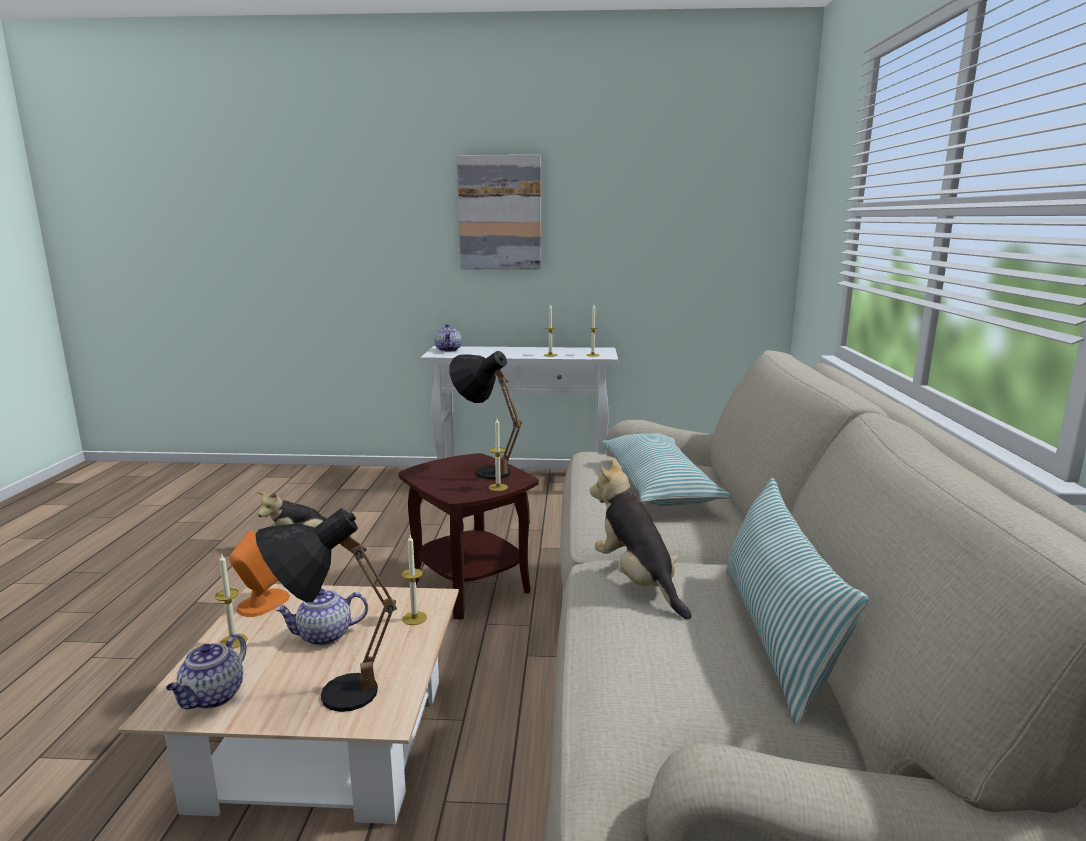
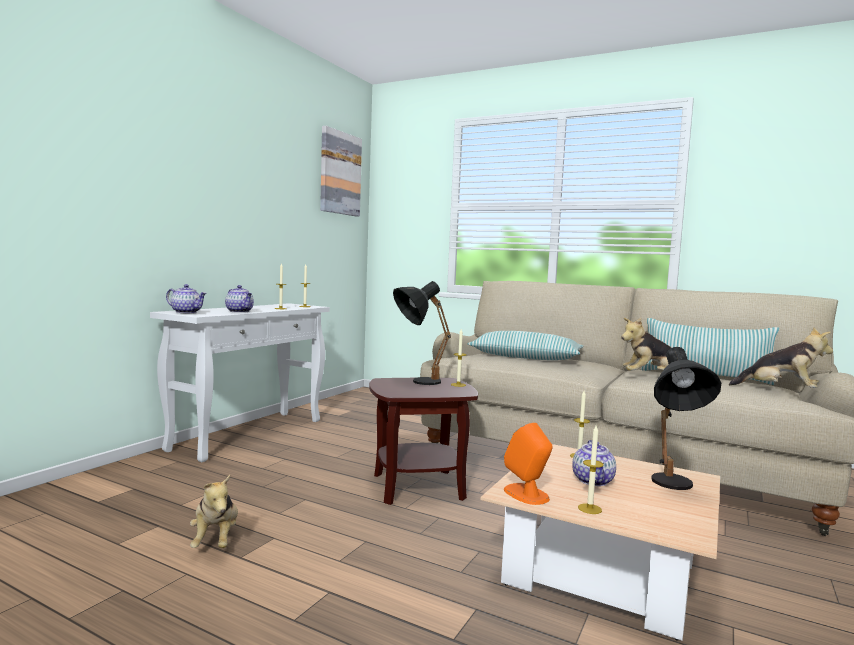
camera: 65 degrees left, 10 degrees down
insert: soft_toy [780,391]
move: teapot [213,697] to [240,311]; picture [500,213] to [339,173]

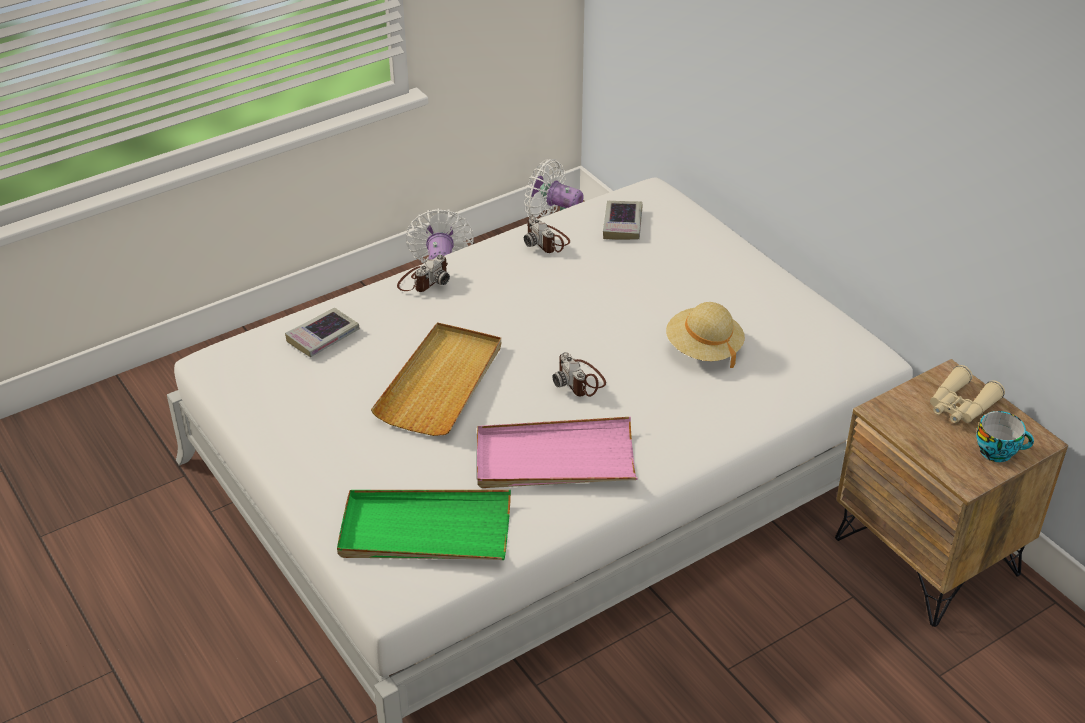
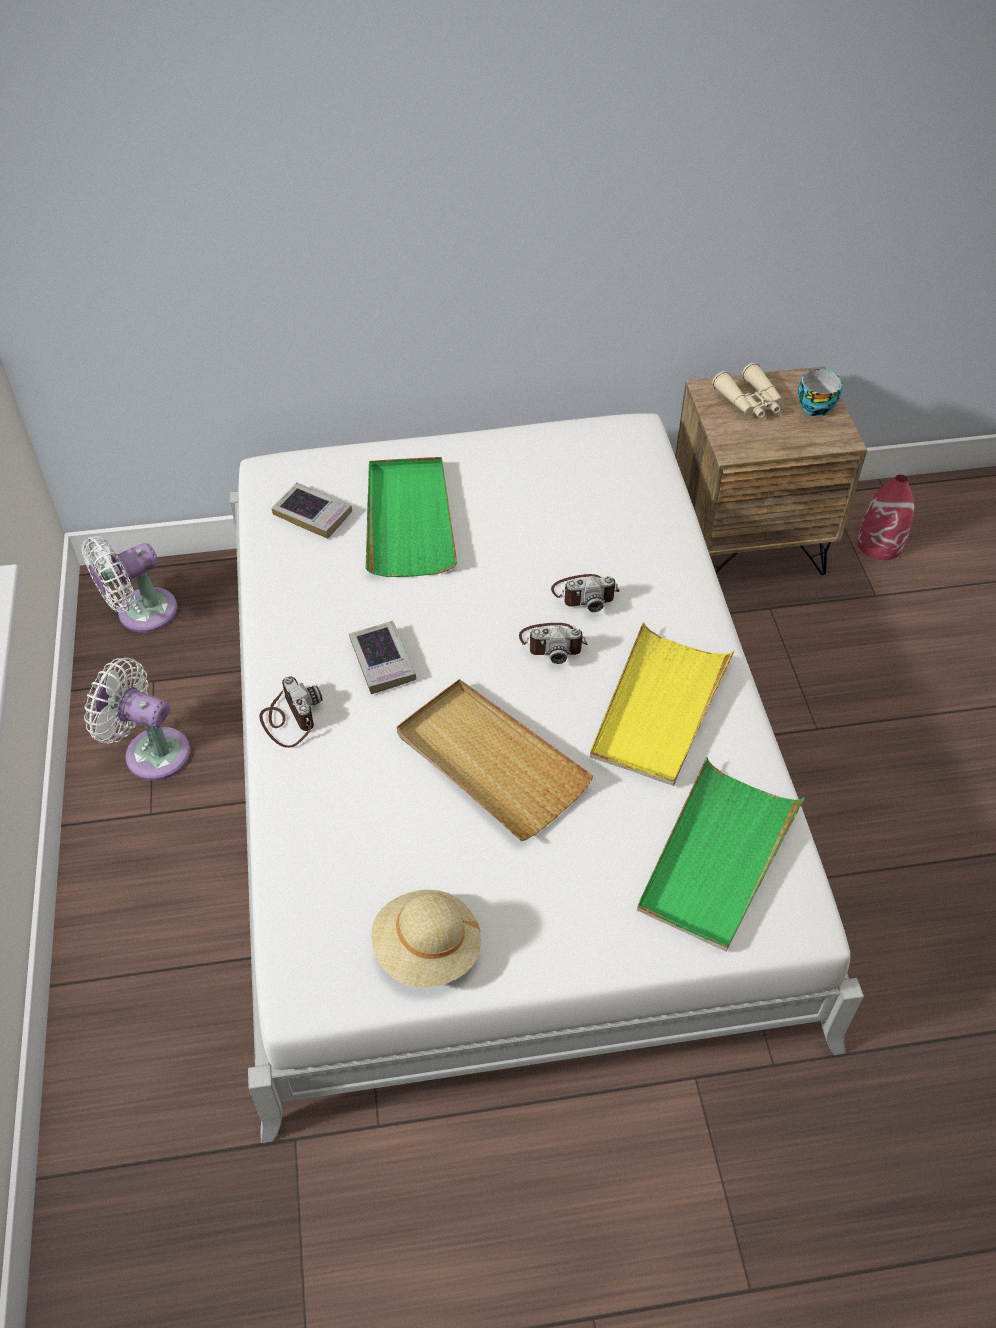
camera: 65 degrees left, 10 degrees up
insert: green_serving_tray [409,520]; red-coloured_decorative_vase [880,544]
move: volume [323,337] to [382,661]; photo_camera [547,241] to [585,593]; sand-coloured_hat [703,349] to [427,950]
recolor: pink_serving_tray [555,459] to yellowish_serving_tray [659,708]

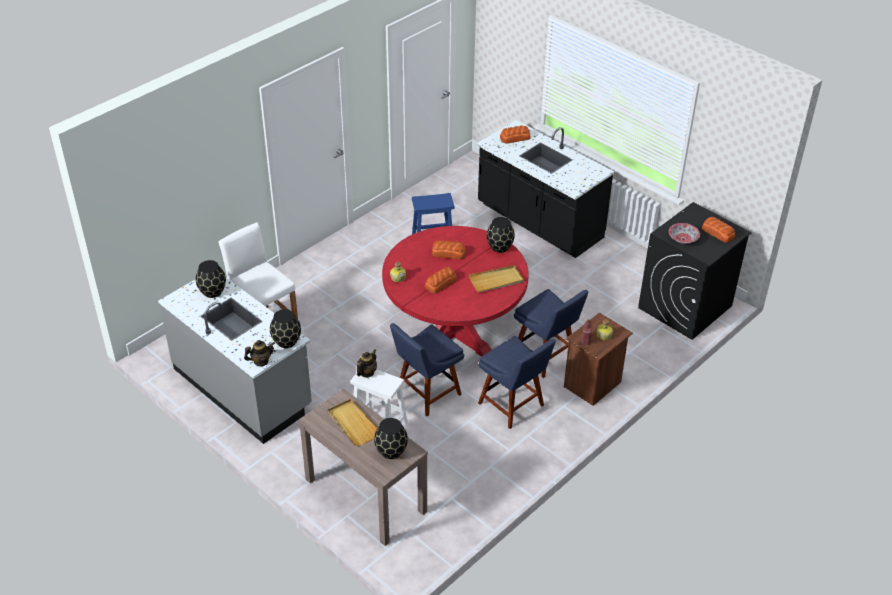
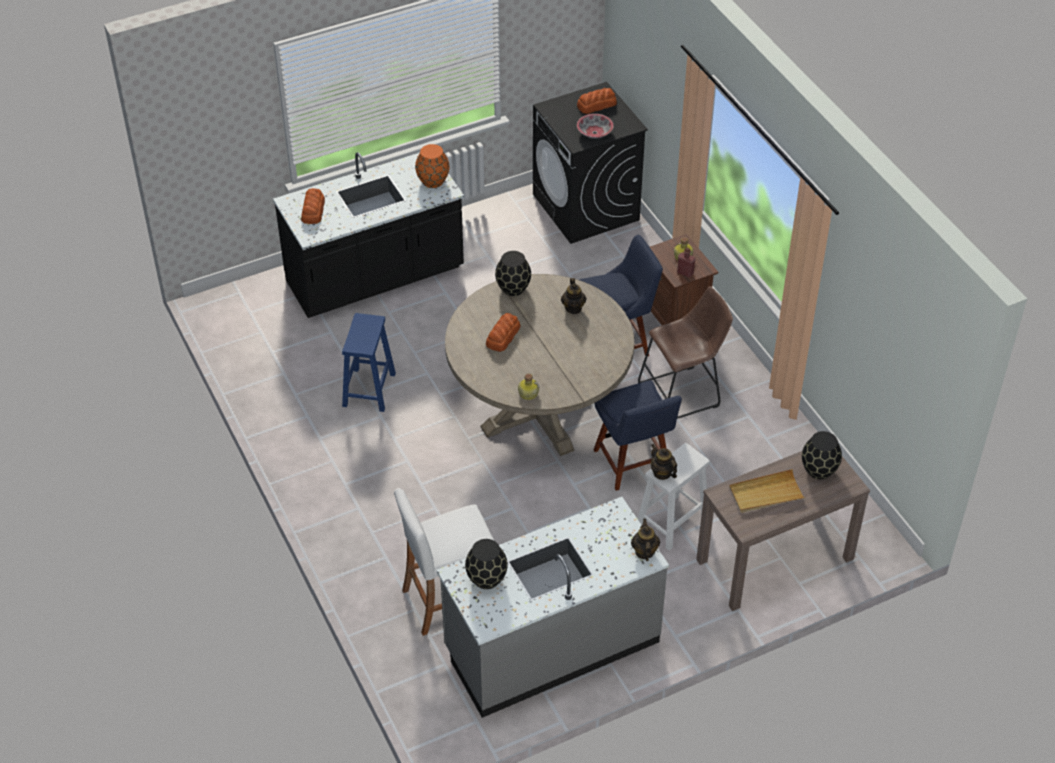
camera: 70 degrees left, 5 degrees up
delete: blackish_decorative_vase [286,341]; baked_bread [441,283]
insert: orange-coloured_decorative_vase [433,181]
replace: sand-coloured_serving_tray [496,280] to teapot [573,308]; blue_chair [513,406] to brown-coloured_stool_seat [683,394]
recolor: red-coloured_kitchen_table [454,332] to sand-coloured_kitchen_table [539,411]

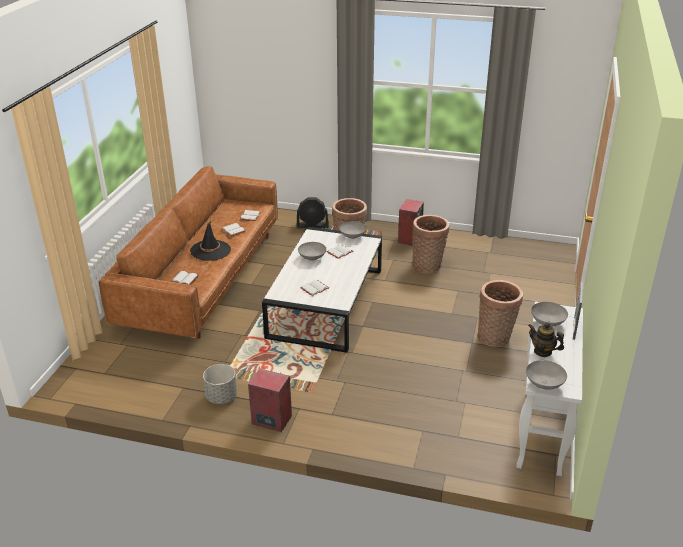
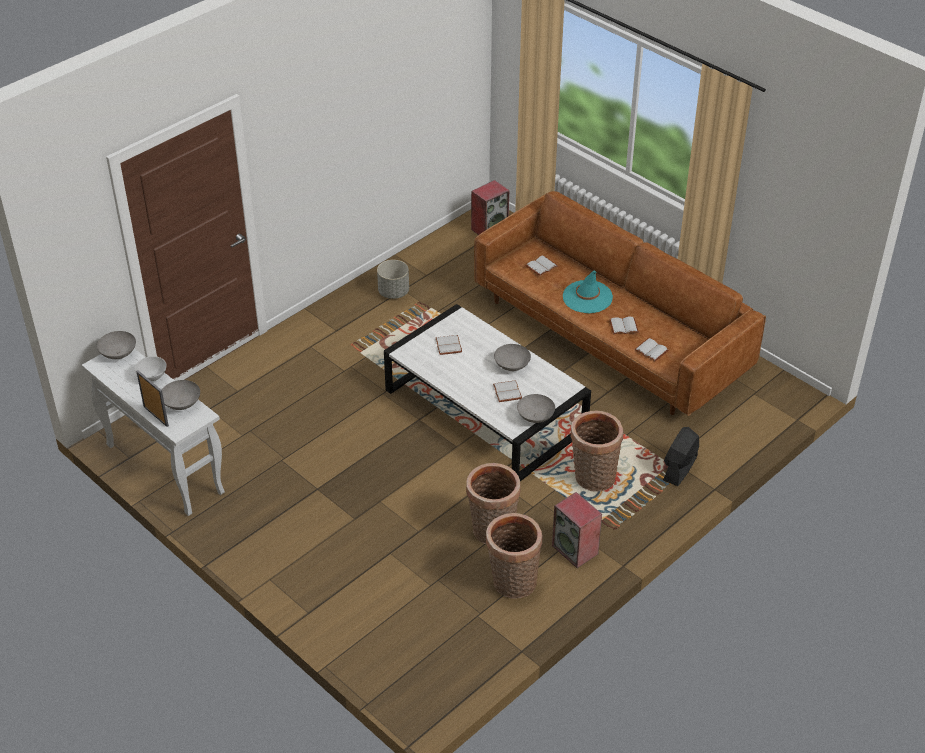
camera: 120 degrees right, 10 degrees up
move: speaker [271,420] to [489,229]; storage_basket [496,338] to [512,584]
replace: teapot [543,351] to white_bowl [152,377]
recolor: blackish_hat [210,250] to blue-green_hat [587,297]

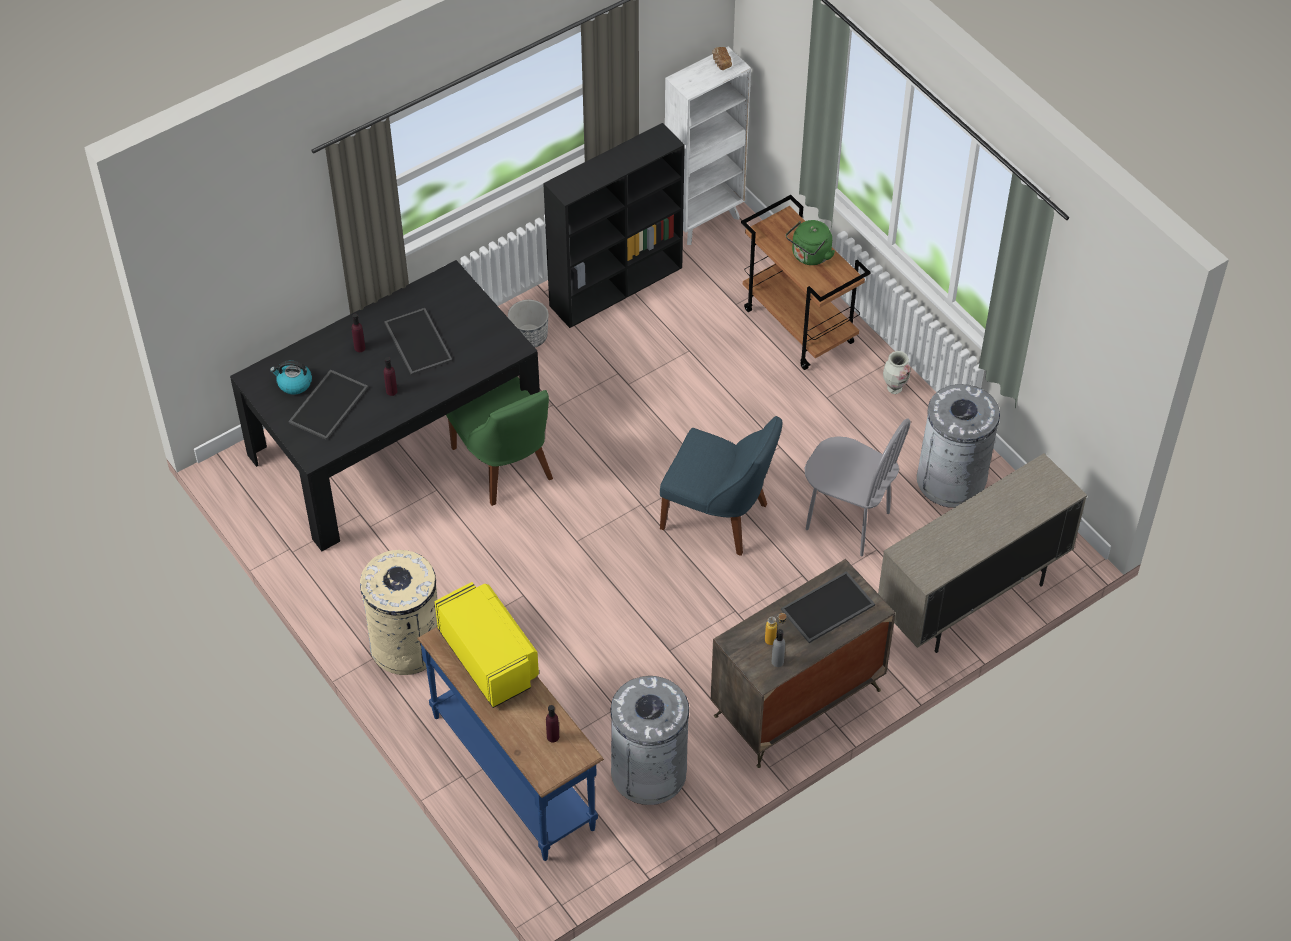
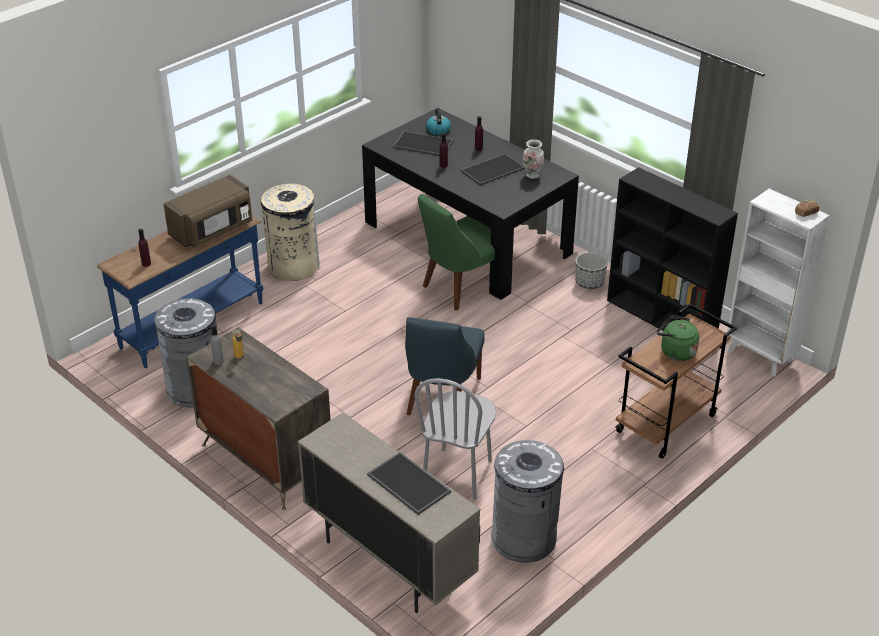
camera: 80 degrees right, 15 degrees down
move: serving_tray [828,609] to [407,483]; decorative_vase [894,388] to [532,176]
recolor: yellowish_microwave_oven [489,658] to brown-coloured_microwave_oven [213,230]

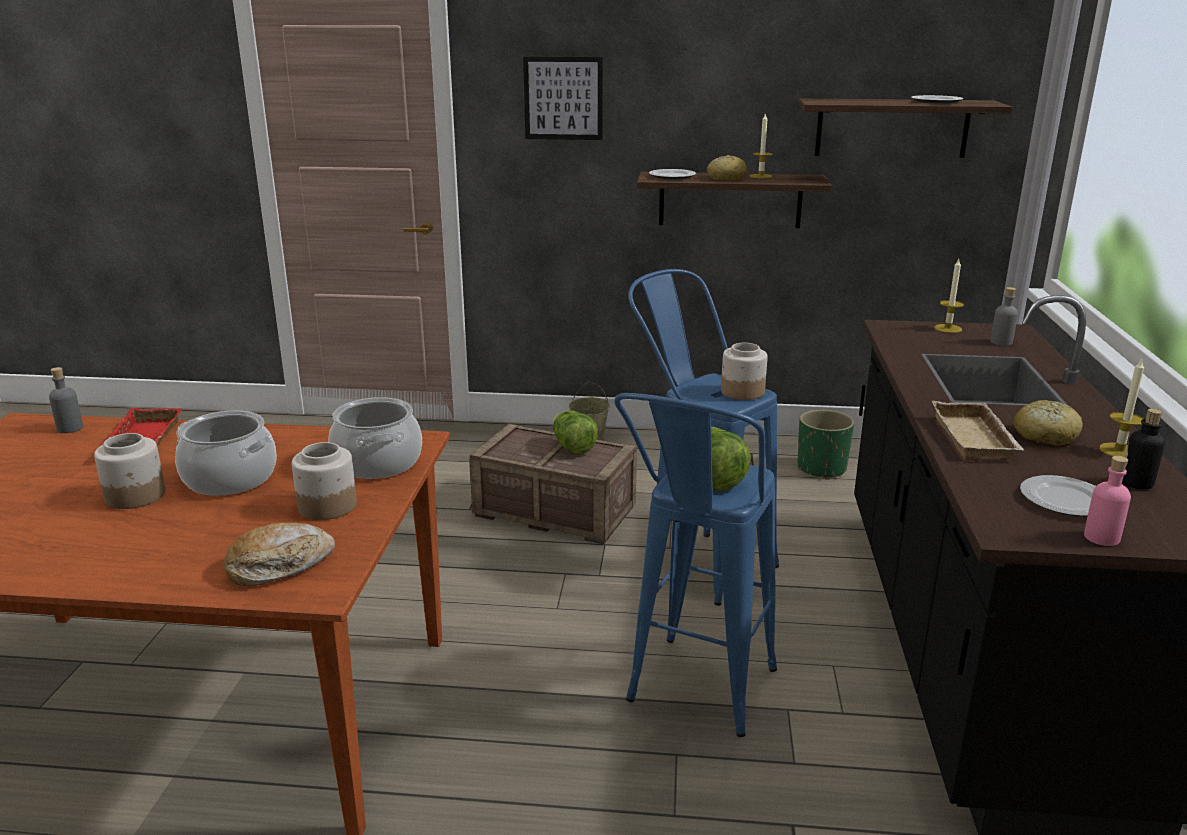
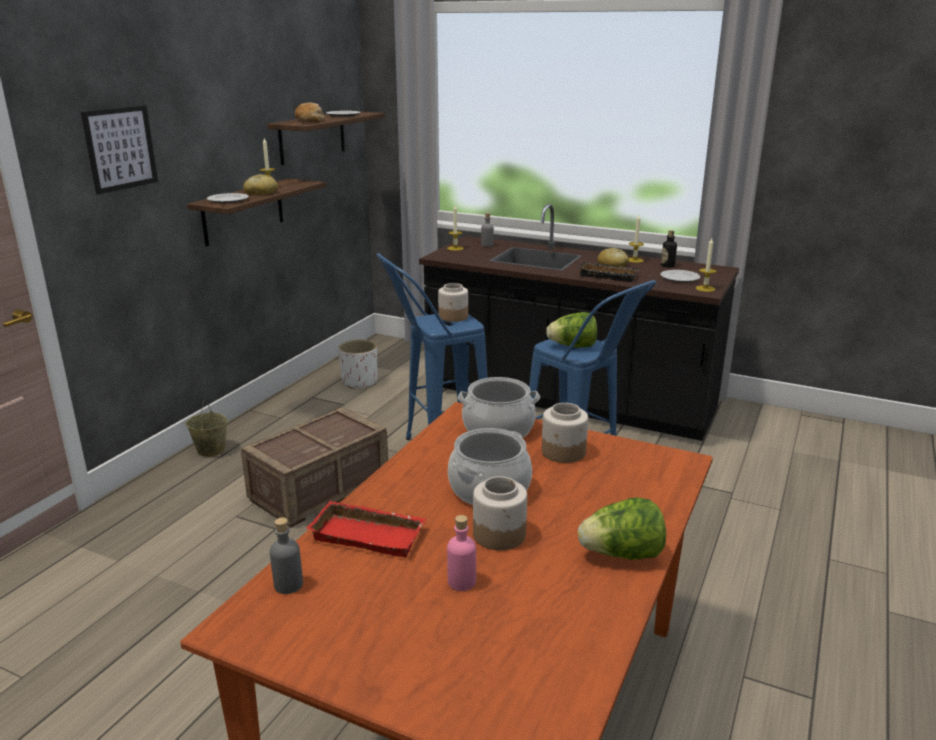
camera: 70 degrees left, 0 degrees up
insert: candle [705,288]
move: baked_bread [279,566] to [310,120]; head_of_lettuce [572,448] to [622,555]; pink_drink_bottle [1101,537] to [461,582]
recolor: green_plant_pot [822,469] to white_plant_pot [360,382]; sand-coloured_serving_tray [976,438] to blackish_serving_tray [609,275]

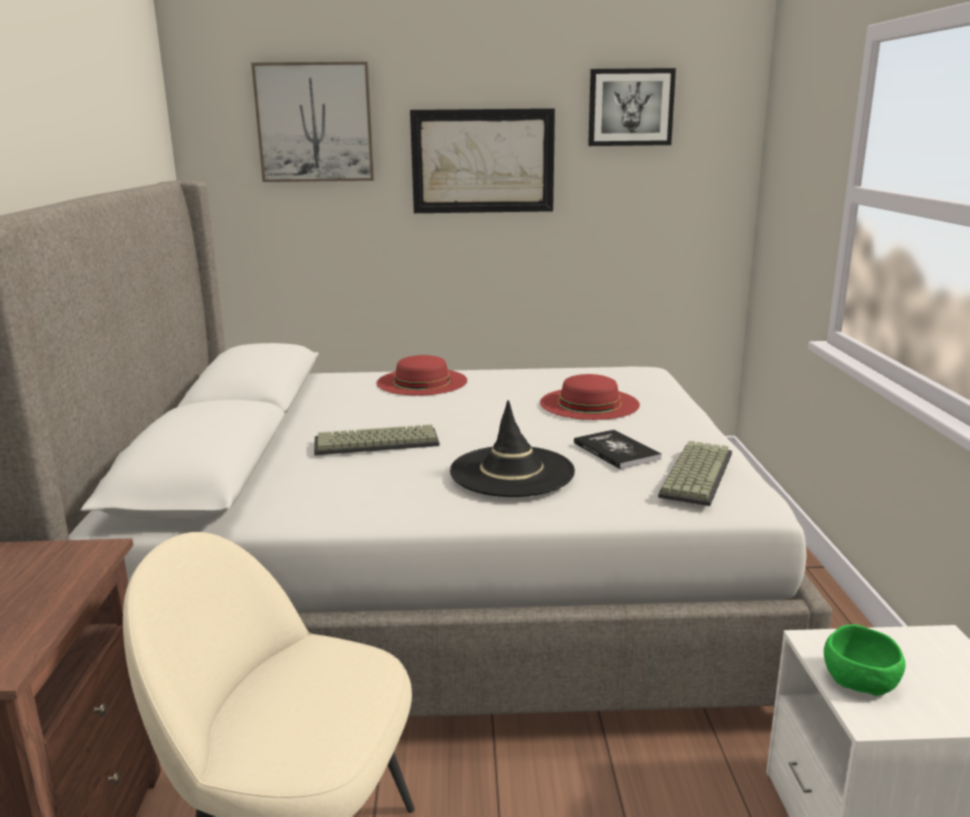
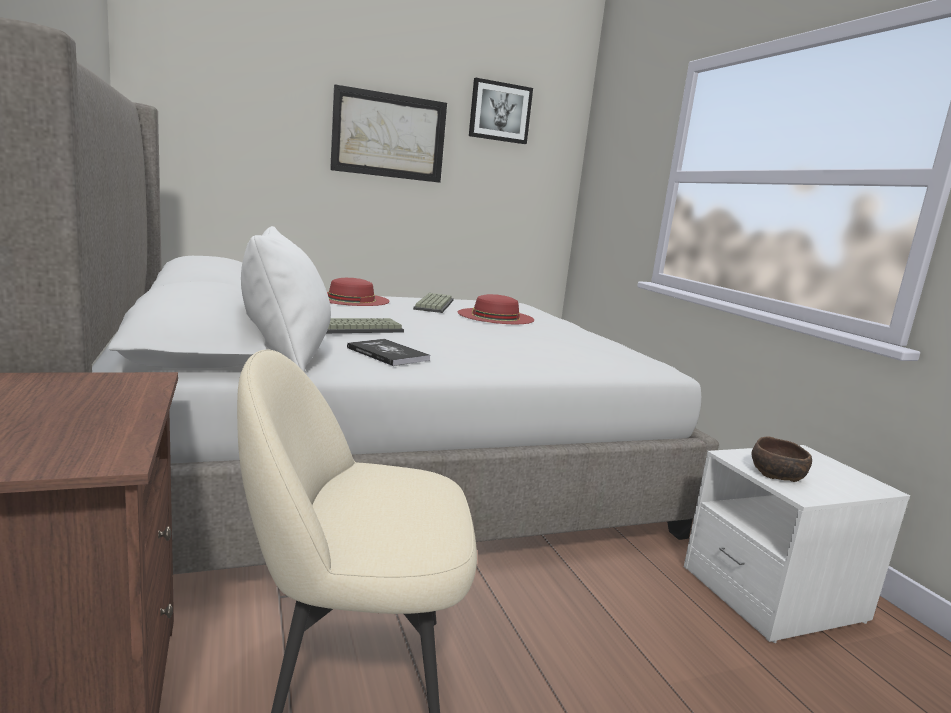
camera: 20 degrees left, 5 degrees down
delete: picture [315,123]; blackish_hat [512,472]
insert: white_cushion [286,356]
move: volume [616,451] to [388,354]; PC_keyboard [694,473] to [433,304]
recolor: green_bowl [861,680] to brown-coloured_bowl [778,475]

